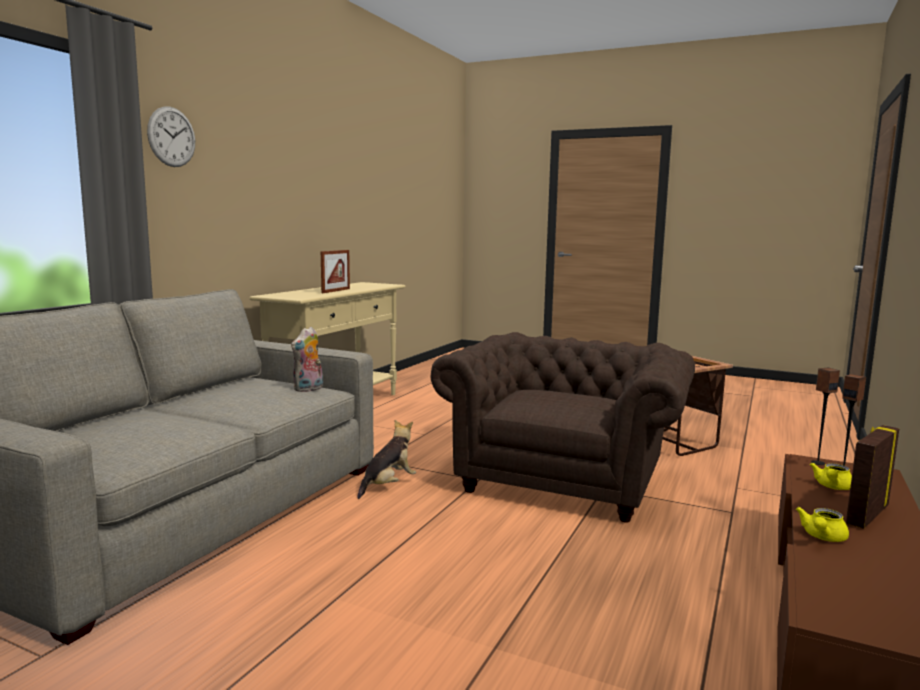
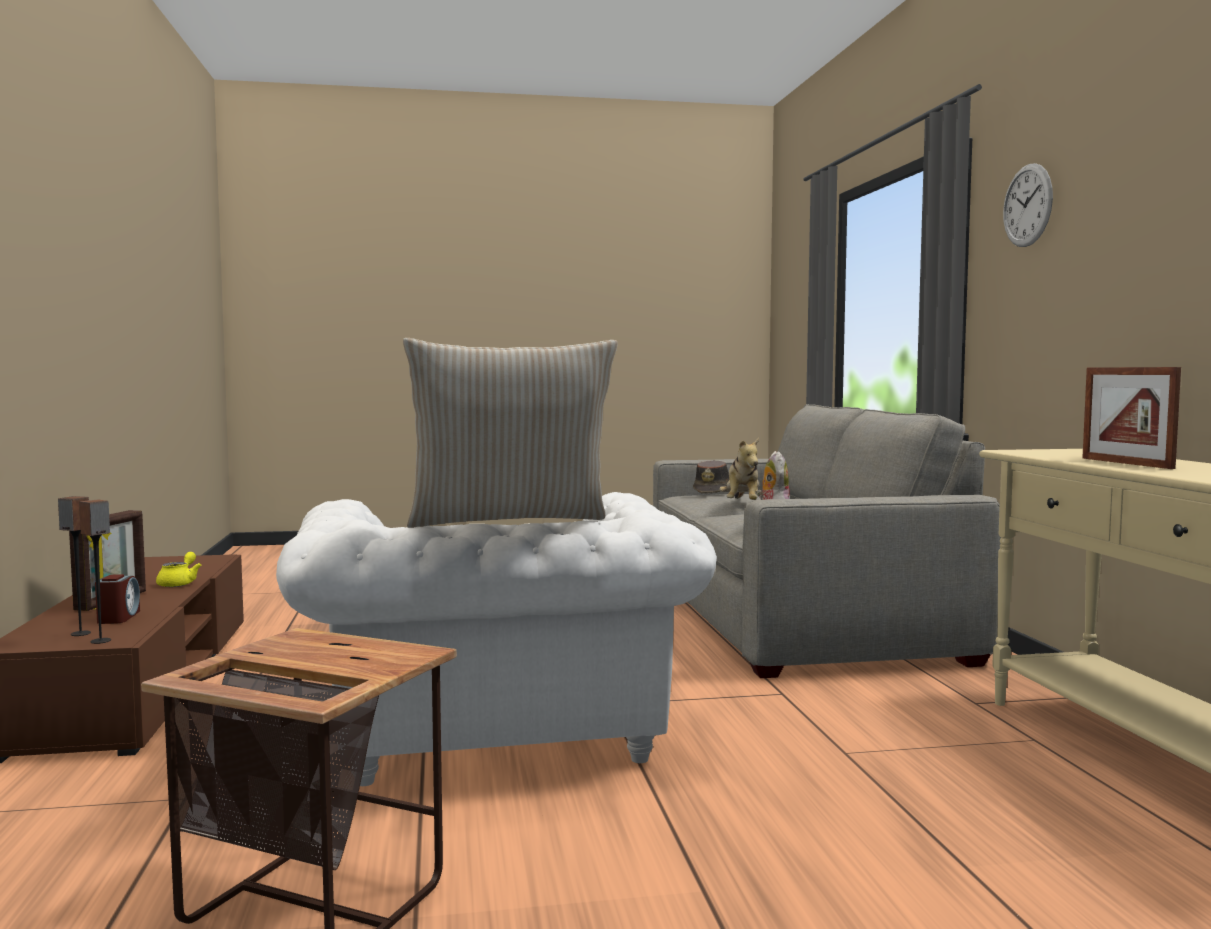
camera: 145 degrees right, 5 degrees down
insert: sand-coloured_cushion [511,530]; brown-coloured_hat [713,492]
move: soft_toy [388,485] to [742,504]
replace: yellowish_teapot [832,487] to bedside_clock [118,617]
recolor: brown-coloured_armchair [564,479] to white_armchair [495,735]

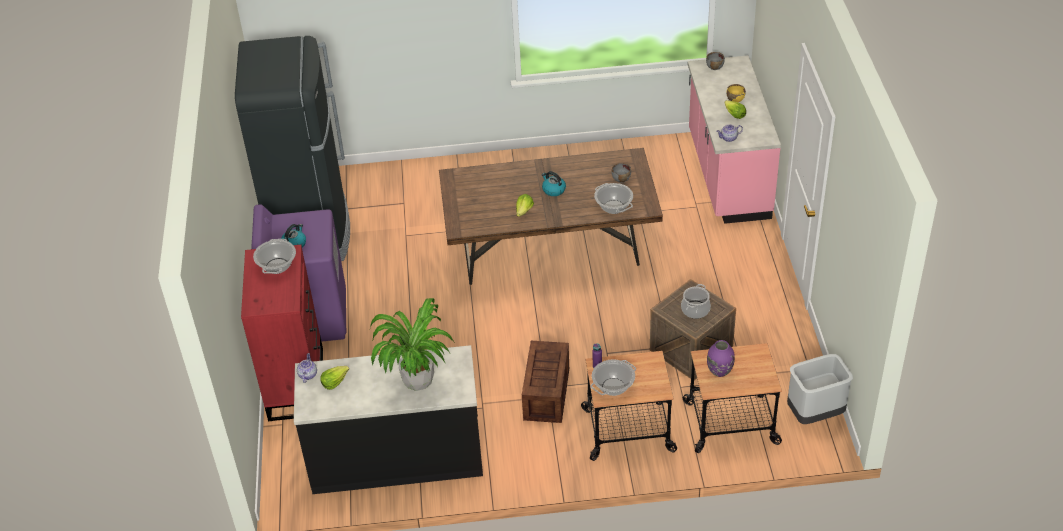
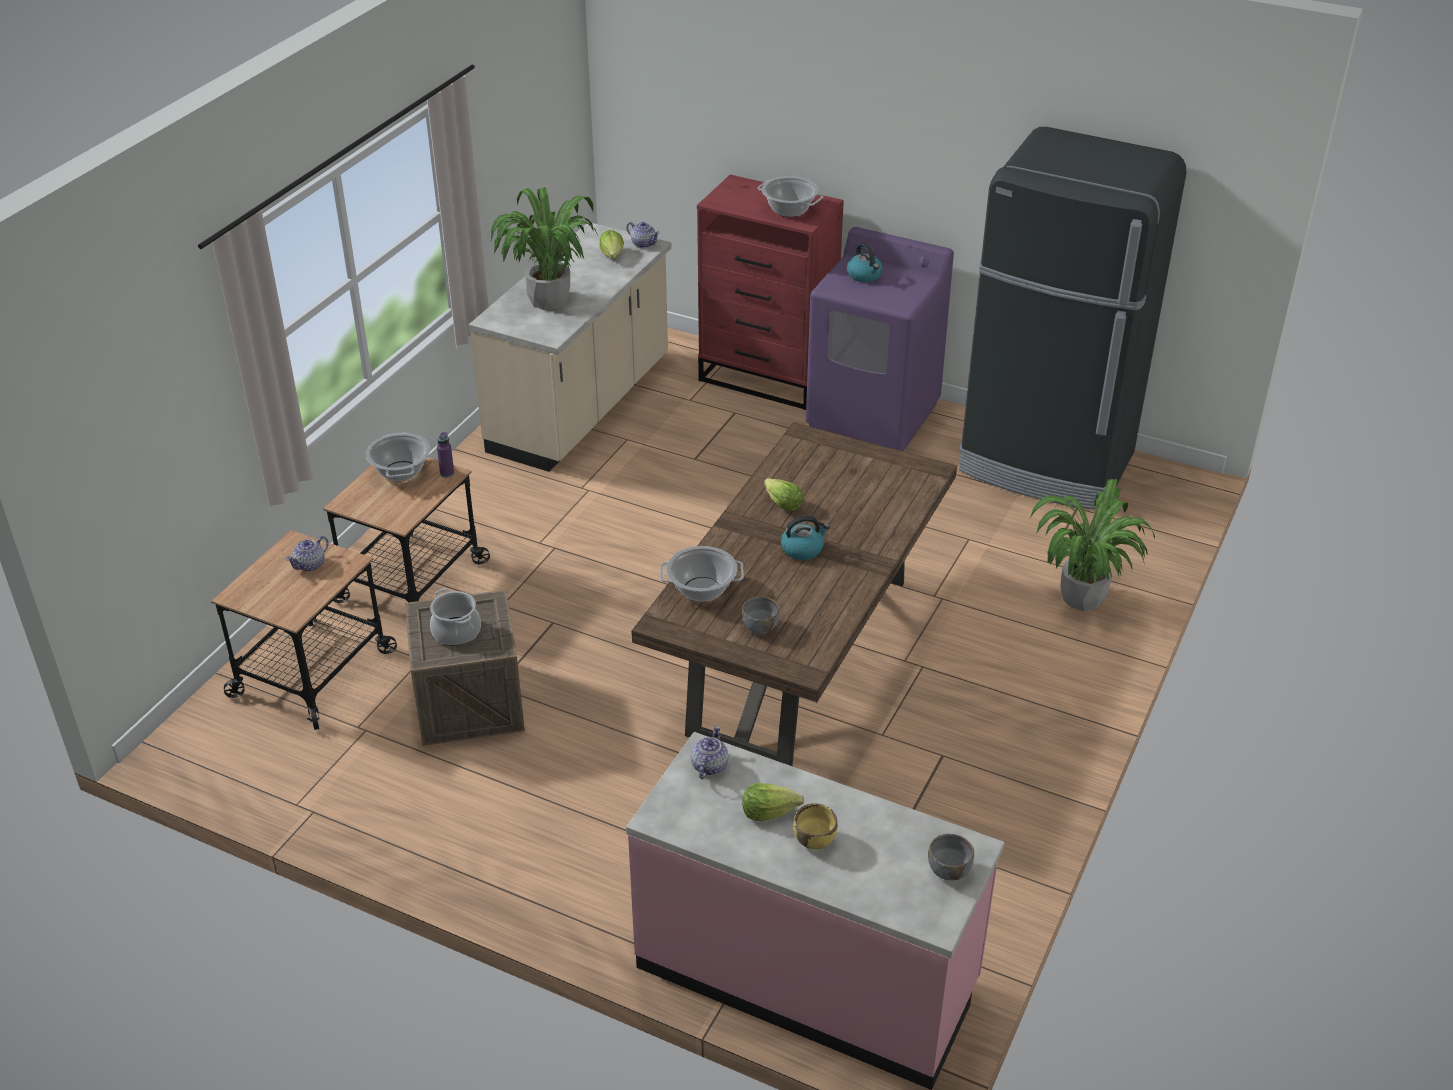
camera: 120 degrees right, 5 degrees down
delete: packing_crate [546,394]; gray_waste_bin [815,415]
insert: houseplant [1082,598]
replace: purple-coloured_decorative_vase [719,371] to teapot [310,564]
recolor: blackish_counter [396,456] to sand-coloured_counter [582,407]

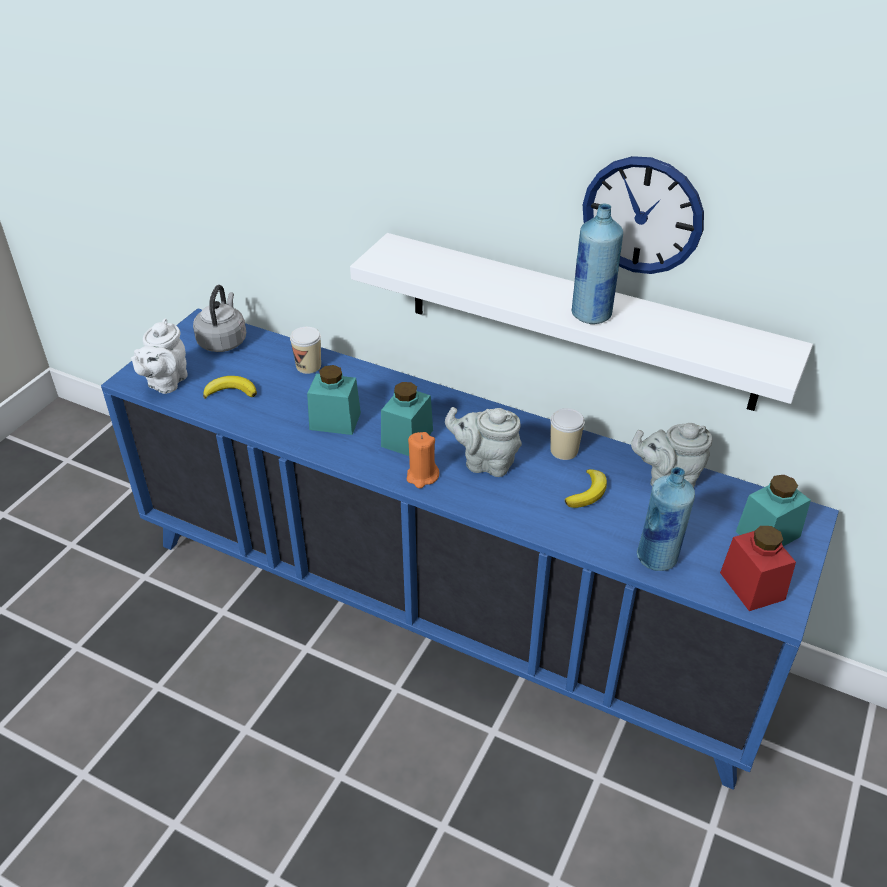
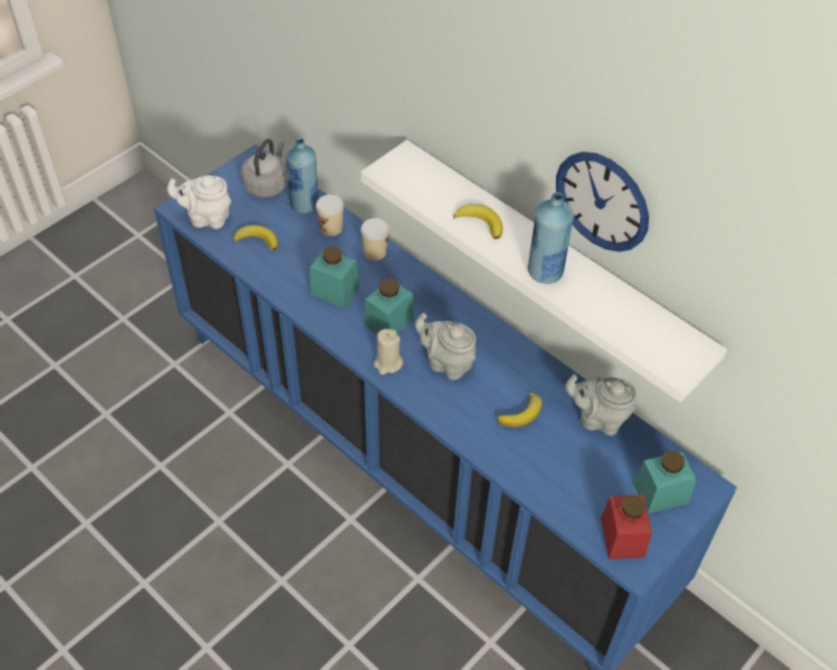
camera: 15 degrees right, 10 degrees up
insert: banana_fruit [481,223]
move: cup [564,450] to [375,252]; blue_drink_bottle [657,558] to [304,205]
recolor: orange-coloured_candle [422,476] to sand-coloured_candle [388,363]
rotate: white_teapot [165,383] = [206,218] 60 degrees clockwise

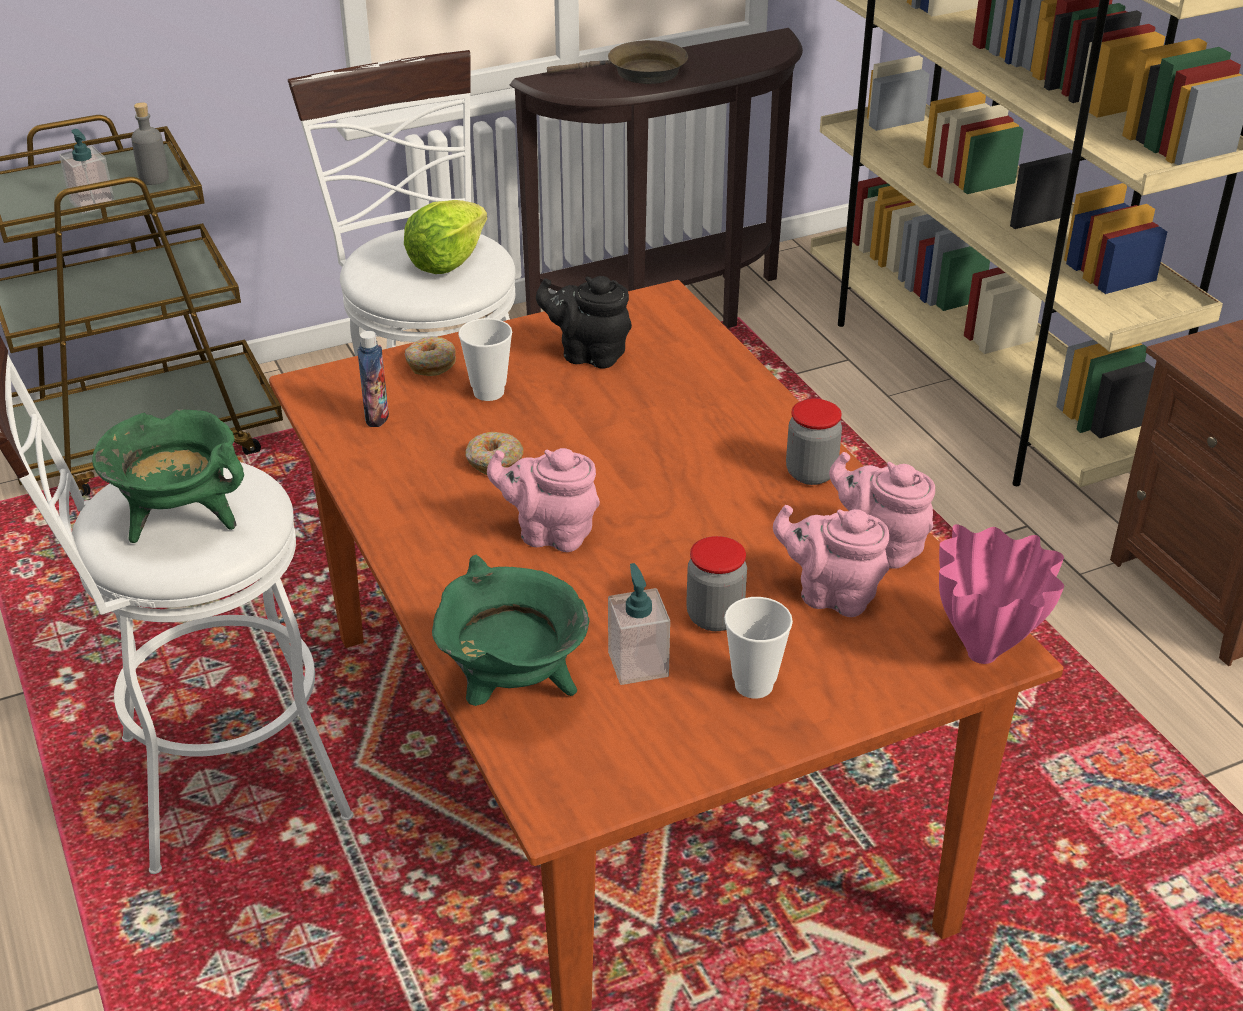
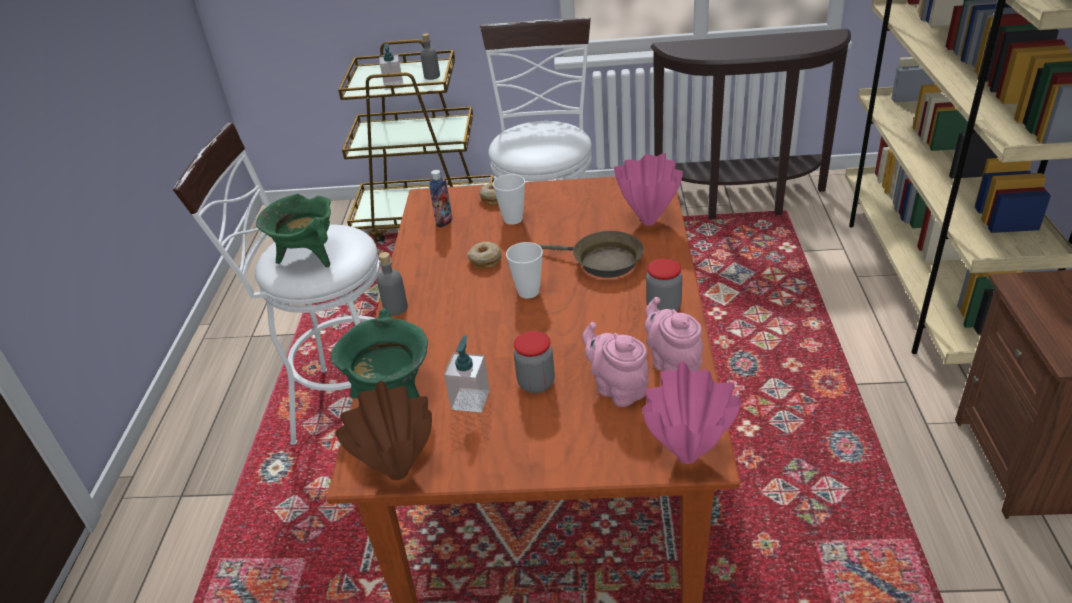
camera: 30 degrees right, 0 degrees up
delete: head_of_lettuce [447,261]; pink_teapot [550,533]; blackish_teapot [589,354]
insert: brown-coloured_decorative_vase [398,474]; gray_drink_bottle [396,308]; pink_decorative_vase [648,222]
move: brown-coloured_skillet [639,73] to [601,261]; cup [754,685] to [528,292]

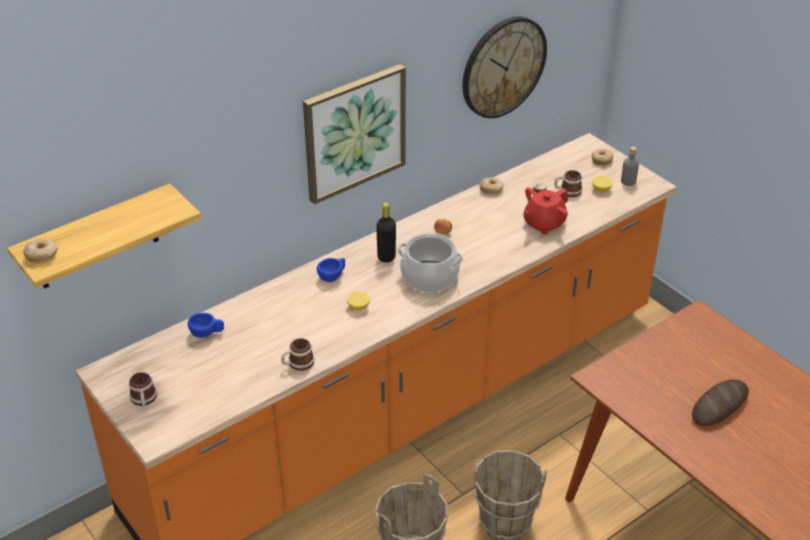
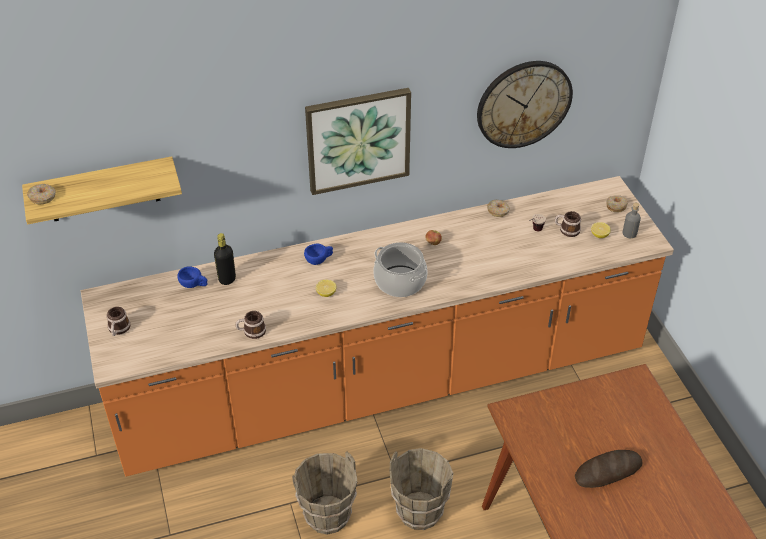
camera: 20 degrees right, 5 degrees up
delete: red-coloured_teapot [543,224]
move: blackish_drink_bottle [386,257] to [227,279]

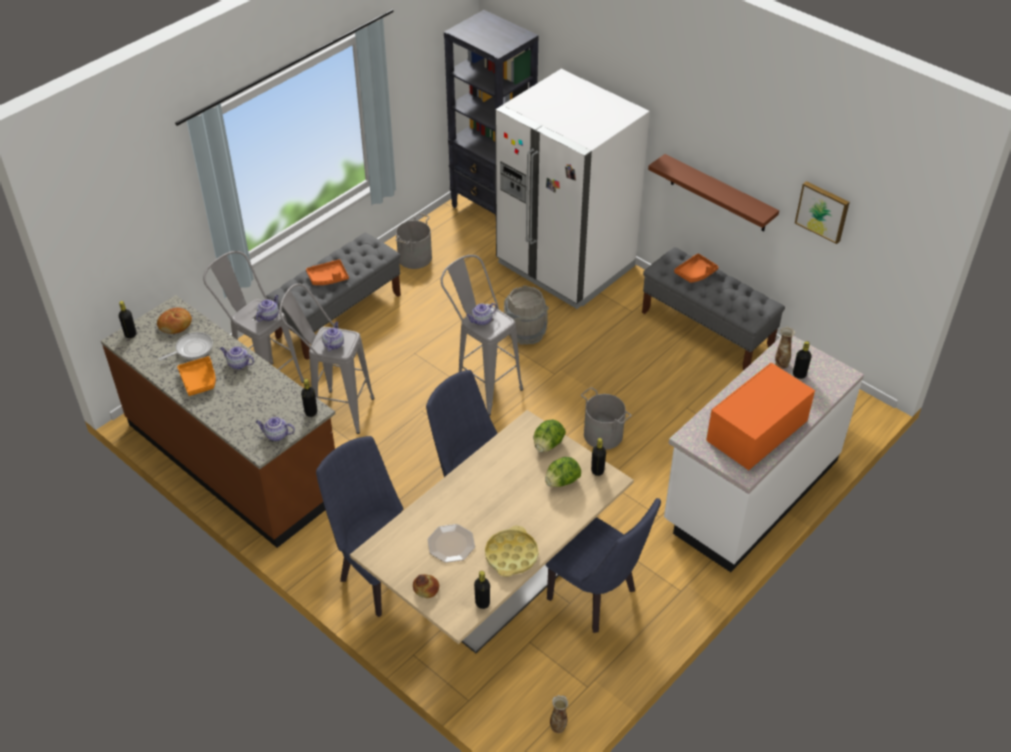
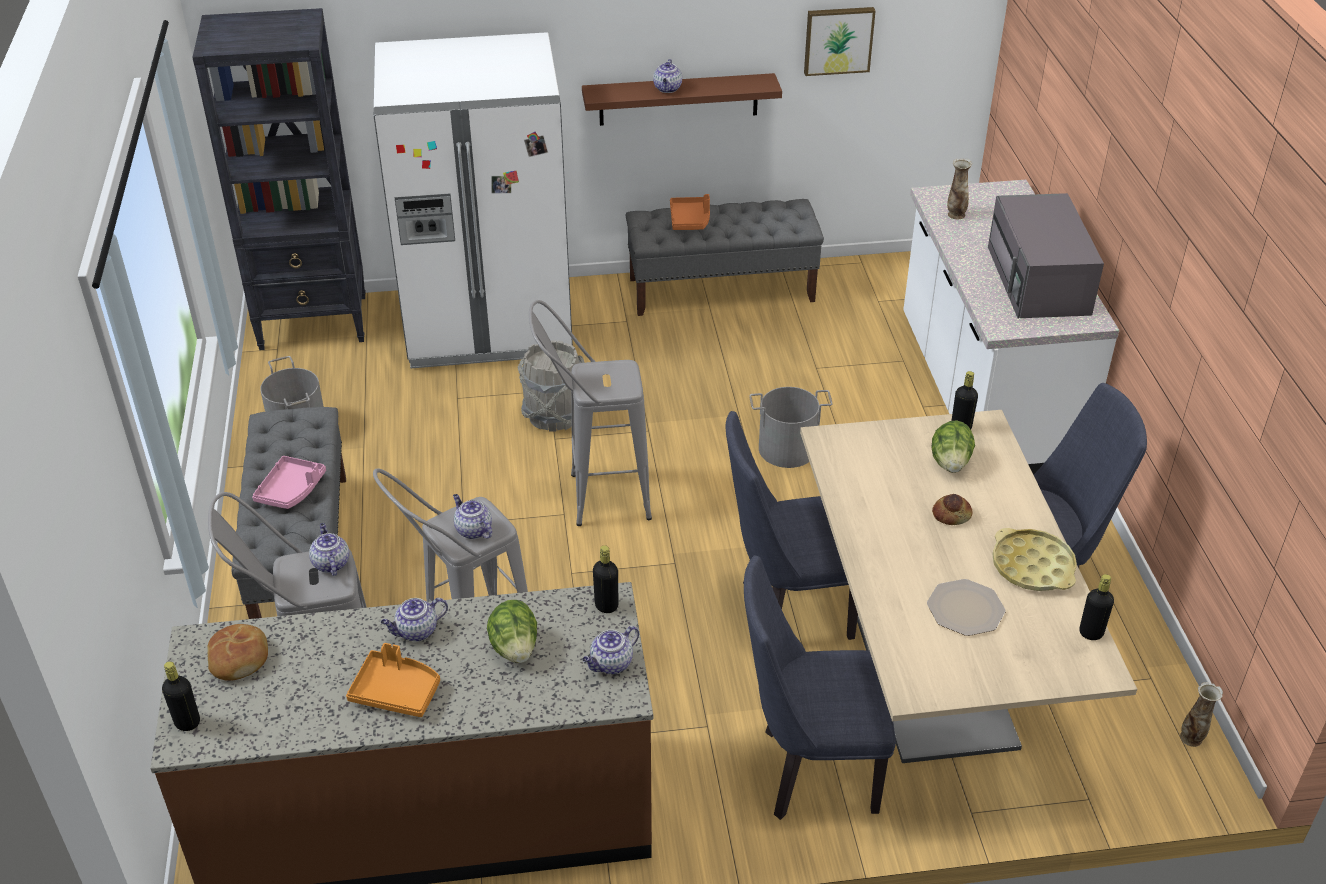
camera: 50 degrees left, 5 degrees down
delete: skillet [192,349]; blackish_drink_bottle [799,374]
move: baked_bread [426,588] to [951,514]; teapot [481,321] to [667,89]; head_of_lettuce [548,445] to [515,648]
recolor: orange-coloured_serving_tray [328,278] to pink_serving_tray [291,490]; orange-coloured_microwave_oven [756,431] to gray_microwave_oven [1039,281]

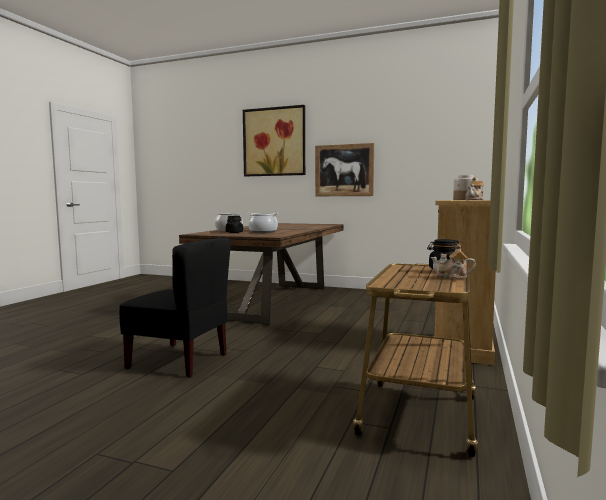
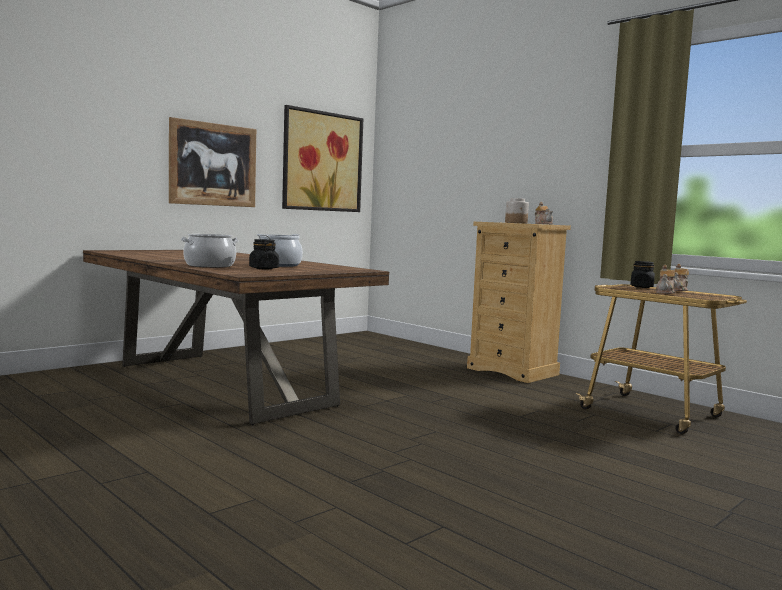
camera: 65 degrees left, 0 degrees up
delete: blackish_chair [179,361]
insert: teapot [665,292]
move: picture [274,142] to [322,161]

